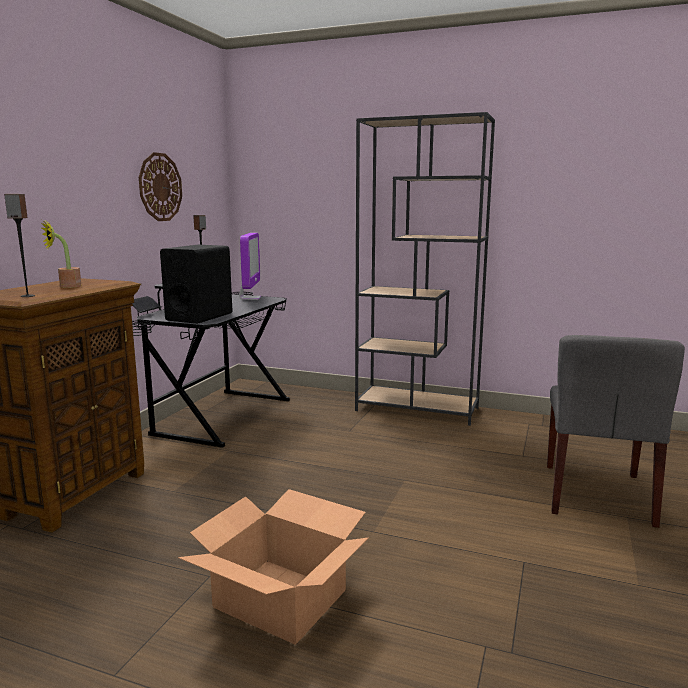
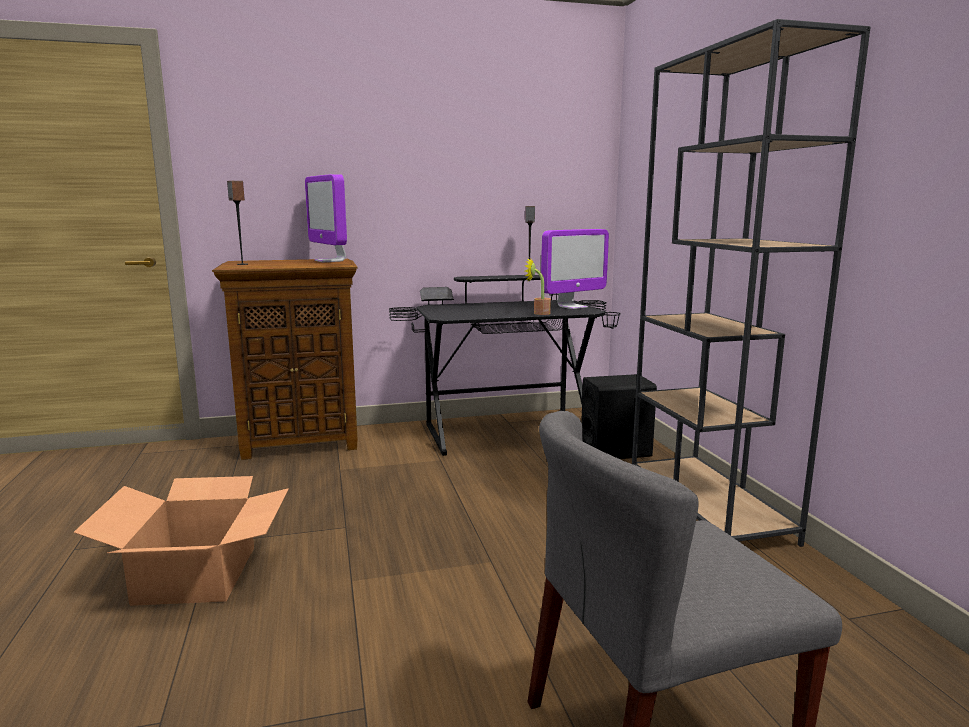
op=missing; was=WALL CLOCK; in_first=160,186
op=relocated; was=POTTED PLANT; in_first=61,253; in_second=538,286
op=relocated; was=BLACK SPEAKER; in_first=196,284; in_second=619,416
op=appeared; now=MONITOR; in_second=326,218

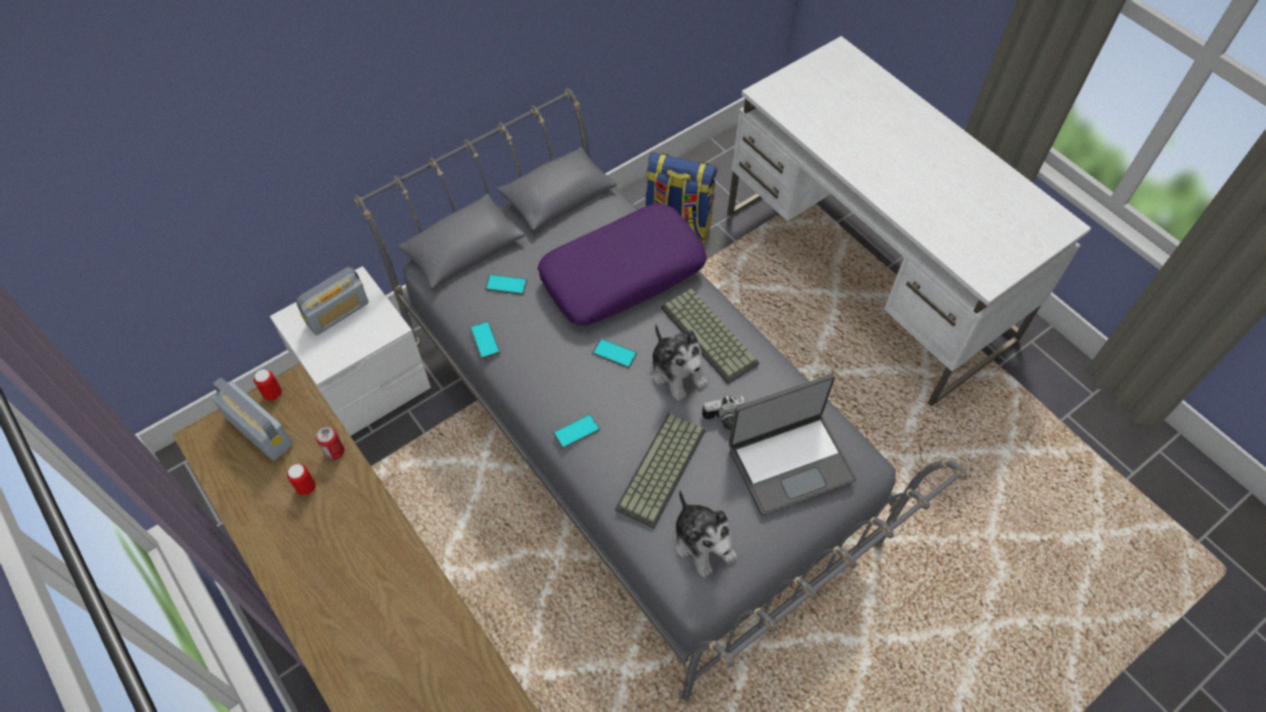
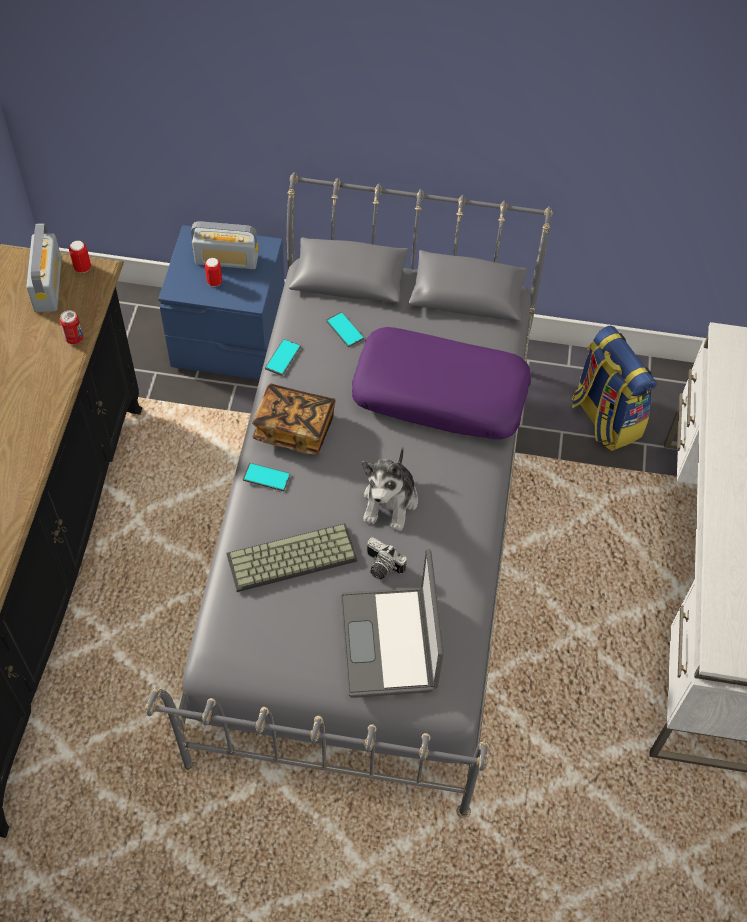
op=colour; was=WHITE NIGHTSTAND; now=BLUE NIGHTSTAND; in_first=350,351; in_second=221,302
op=missing; was=KEYBOARD; in_first=710,336
op=missing; was=PHONE; in_first=614,353
op=spun; was=LAPTOP; in_first=793,444; in_second=392,623; clockwise=60
op=relocated; was=CAN; in_first=301,480; in_second=213,272
op=missing; was=PLUSH TOY; in_first=705,534
op=appeared; now=BOOK; in_second=294,419

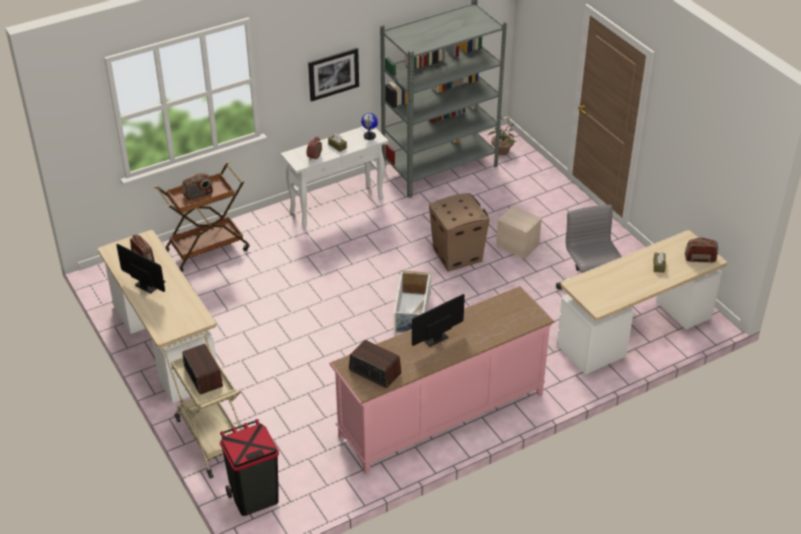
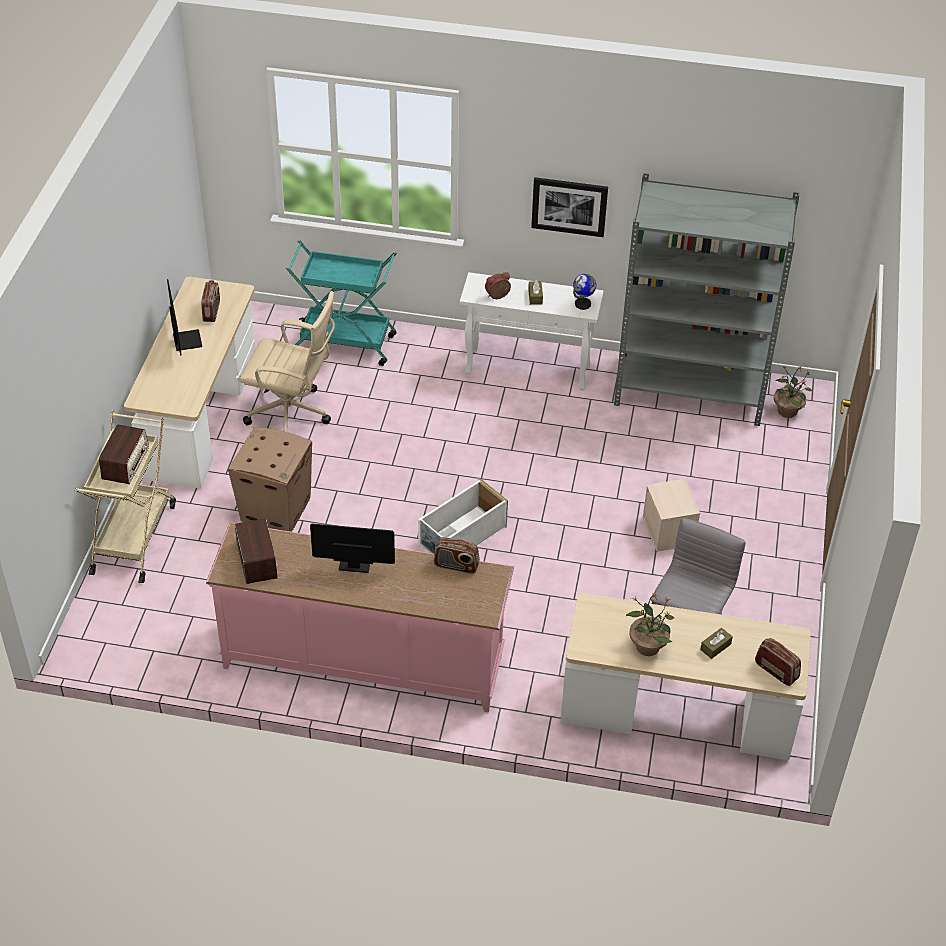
op=colour; was=BROWN CART; now=TURQUOISE CART; in_first=202,217; in_second=341,303
op=relocated; was=RADIO; in_first=198,186; in_second=457,555
op=relocated; was=CARDBOARD BOX; in_first=459,232; in_second=270,479
op=missing; was=BLACK TRASH CAN; in_first=249,467
op=appeared; now=BEIGE OFFICE CHAIR; in_second=287,361
op=appeared; now=POTTED PLANT; in_second=650,624

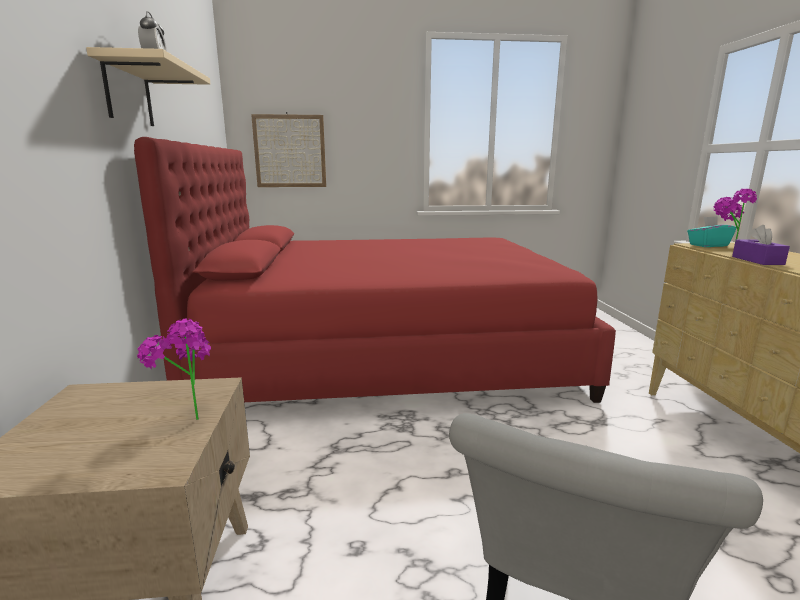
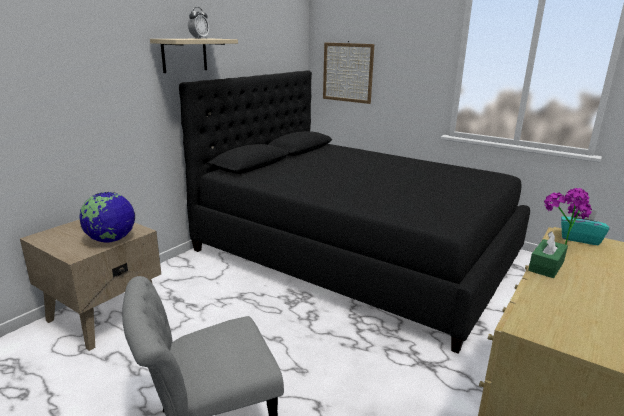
op=colour; was=RED BED; now=BLACK BED; in_first=375,270; in_second=354,212
op=colour; was=PURPLE TISSUE BOX; now=GREEN TISSUE BOX; in_first=761,245; in_second=548,254
op=exchanged; was=POTTED PLANT; now=GLOBE; in_first=174,369; in_second=107,217

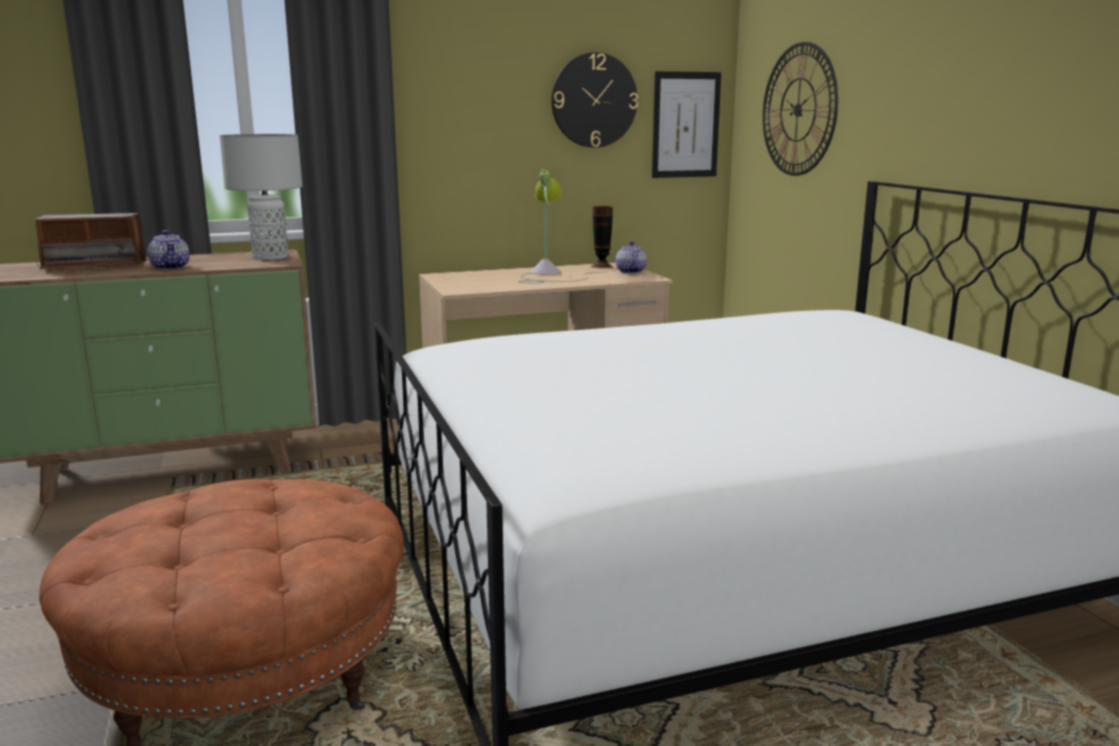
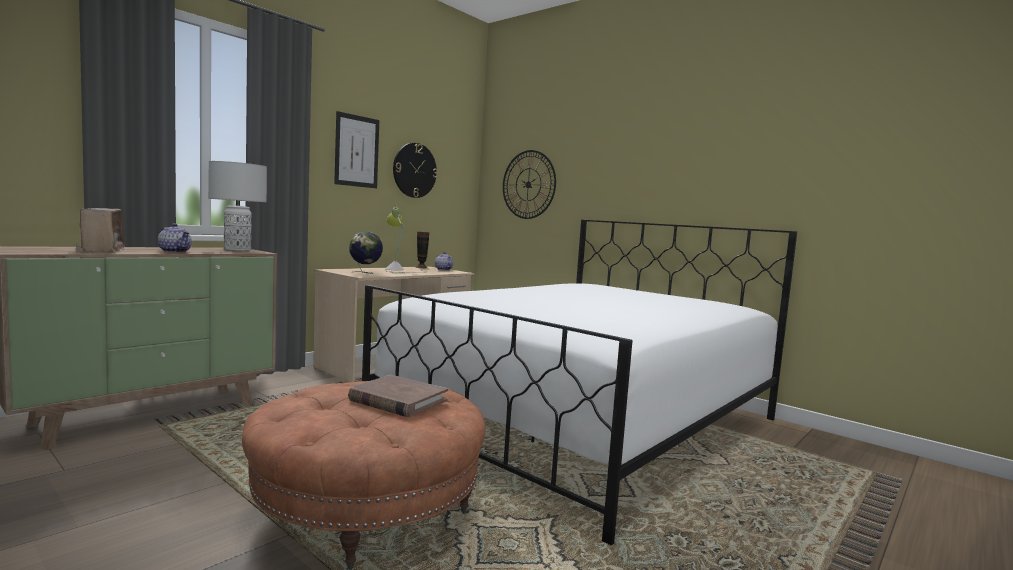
op=relocated; was=PICTURE; in_first=686,124; in_second=356,149
op=spun; was=RADIO; in_first=91,241; in_second=101,230; clockwise=-75
op=appeared; now=GLOBE; in_second=366,253
op=appeared; now=BROWN BOOK; in_second=398,396

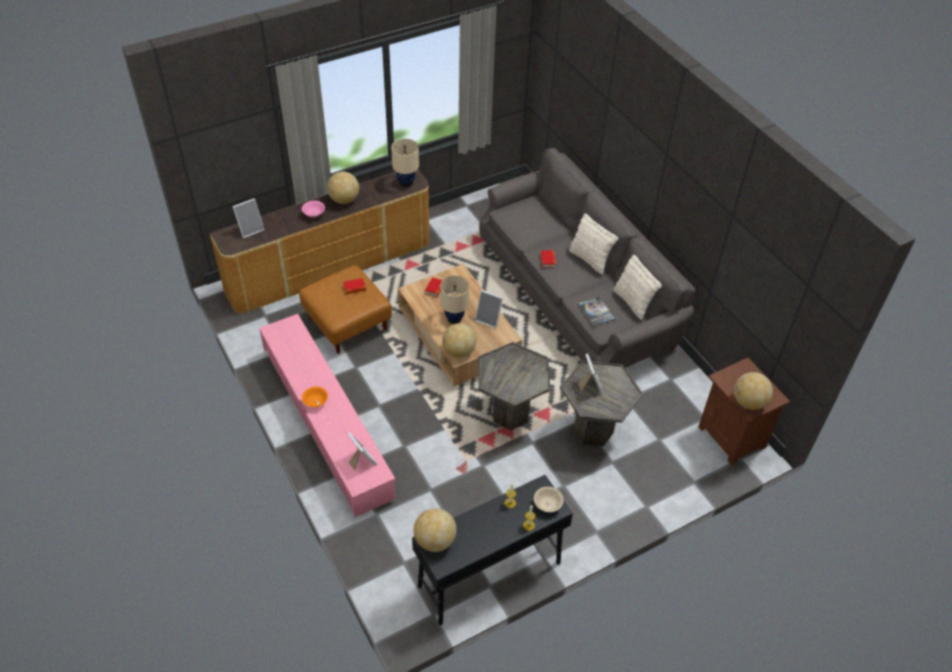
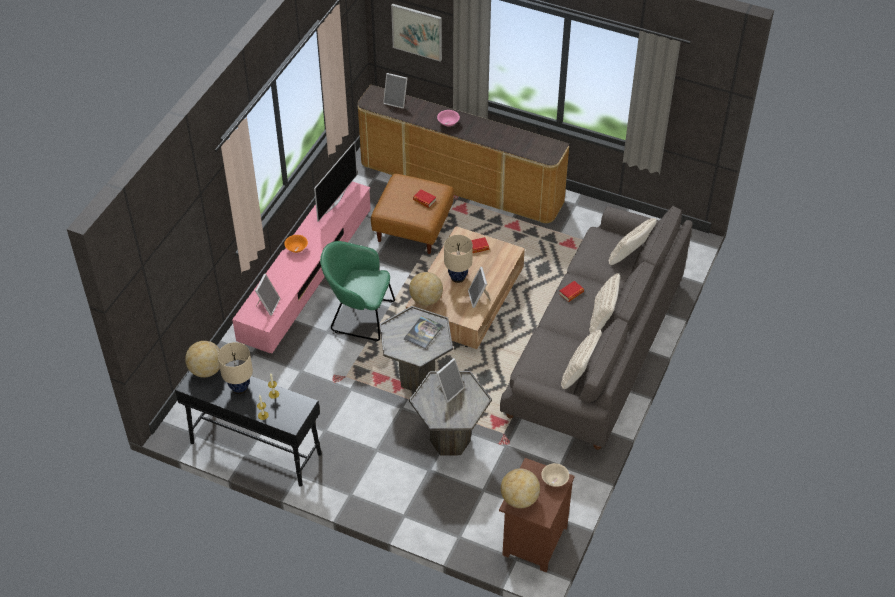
op=relocated; was=BEIGE TABLE LAMP; in_first=405,163; in_second=235,368
op=missing; was=GLOBE; in_first=343,188
op=relocated; was=BOOK; in_first=596,311; in_second=423,332
op=relocated; was=BEIGE BOWL; in_first=548,499; in_second=555,475
op=appeared; now=PICTURE; in_second=416,33
op=appeared; now=TELEVISION; in_second=335,181
op=appeared; now=BEIGE PILLOW; in_second=632,241
op=appeared; now=GREEN ARMCHAIR; in_second=357,291

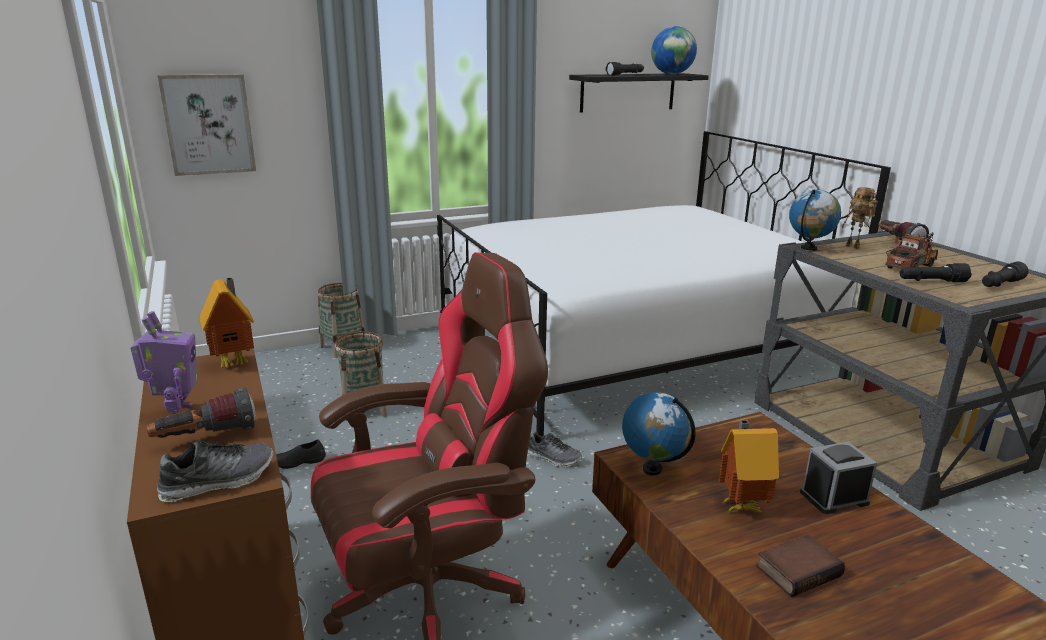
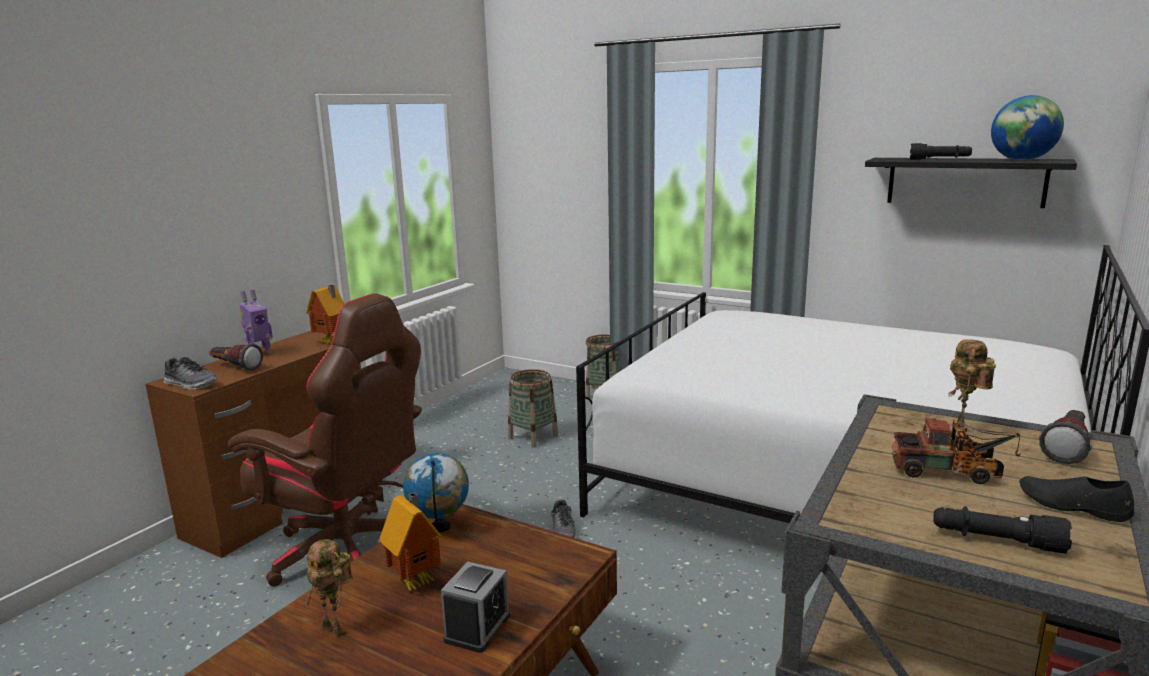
op=missing; was=PICTURE; in_first=206,125
op=missing; was=GLOBE; in_first=815,220
op=missing; was=BLACK FLASHLIGHT; in_first=936,272
op=relocated; was=BLACK SHOE; in_first=301,454; in_second=1076,499
op=spun; was=ALARM CLOCK; in_first=838,478; in_second=475,607; clockwise=75
op=exchanged; was=BOOK; now=TOY ROBOT; in_first=800,565; in_second=328,588

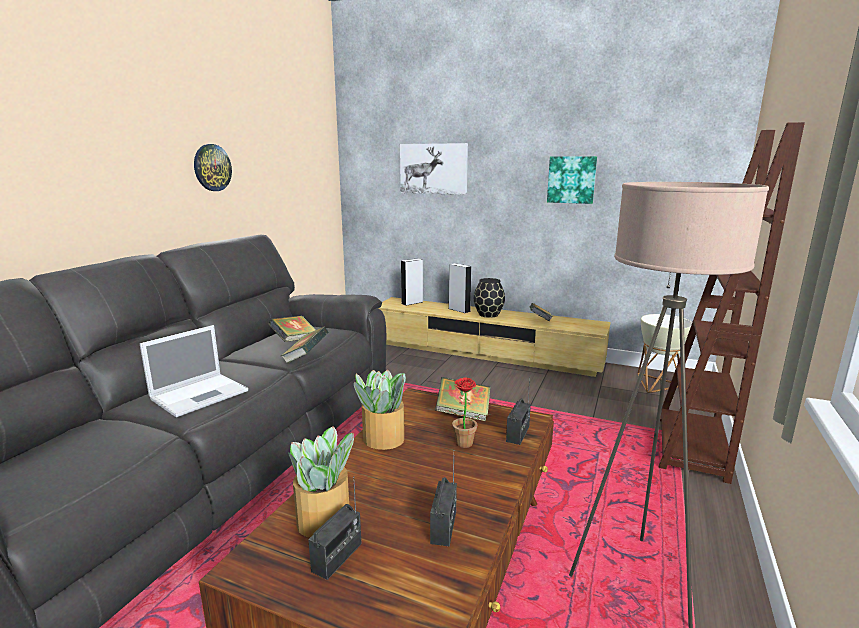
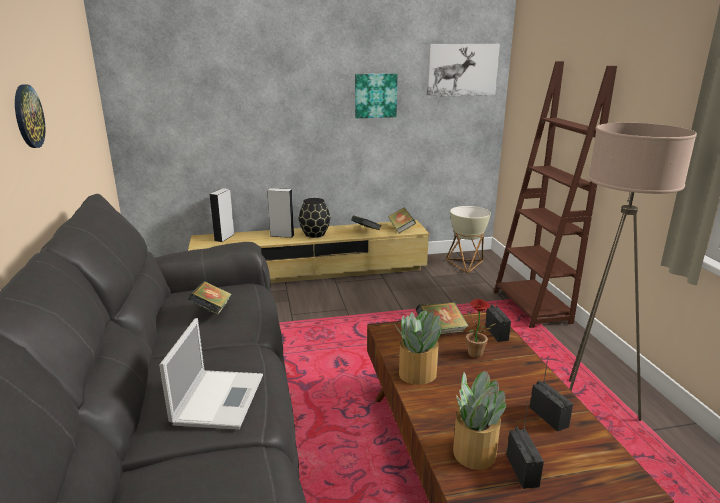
op=relocated; was=PICTURE; in_first=434,169; in_second=463,70
op=relocated; was=BOOK; in_first=305,345; in_second=402,220

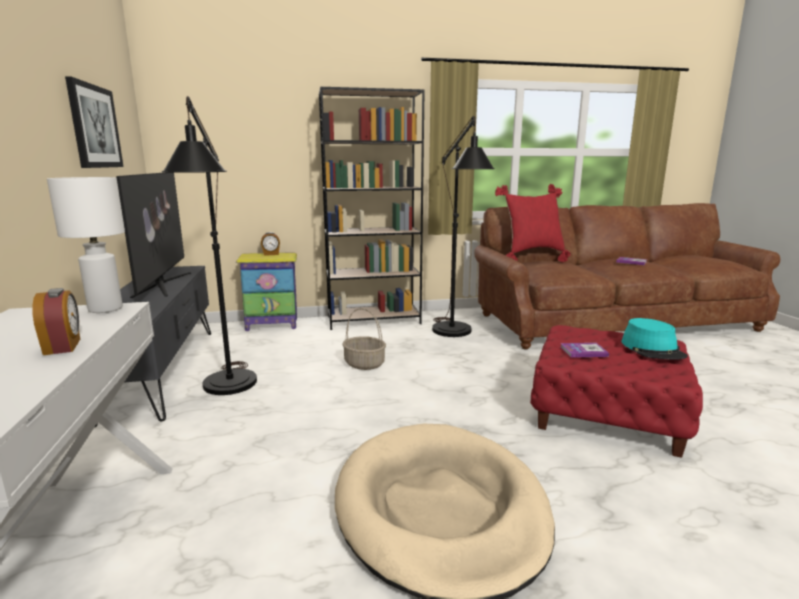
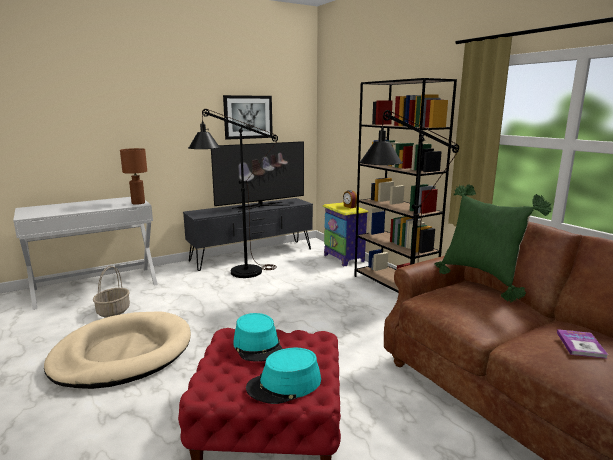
op=colour; was=WHITE TABLE LAMP; now=BROWN TABLE LAMP; in_first=86,245; in_second=133,176
op=colour; was=RED PILLOW; now=GREEN PILLOW; in_first=533,223; in_second=493,243
op=missing; was=ALARM CLOCK; in_first=56,321
op=relocated; was=BASKET; in_first=364,339; in_second=111,291
op=exchanged; was=BOOK; now=TURQUOISE HAT; in_first=585,350; in_second=258,337

